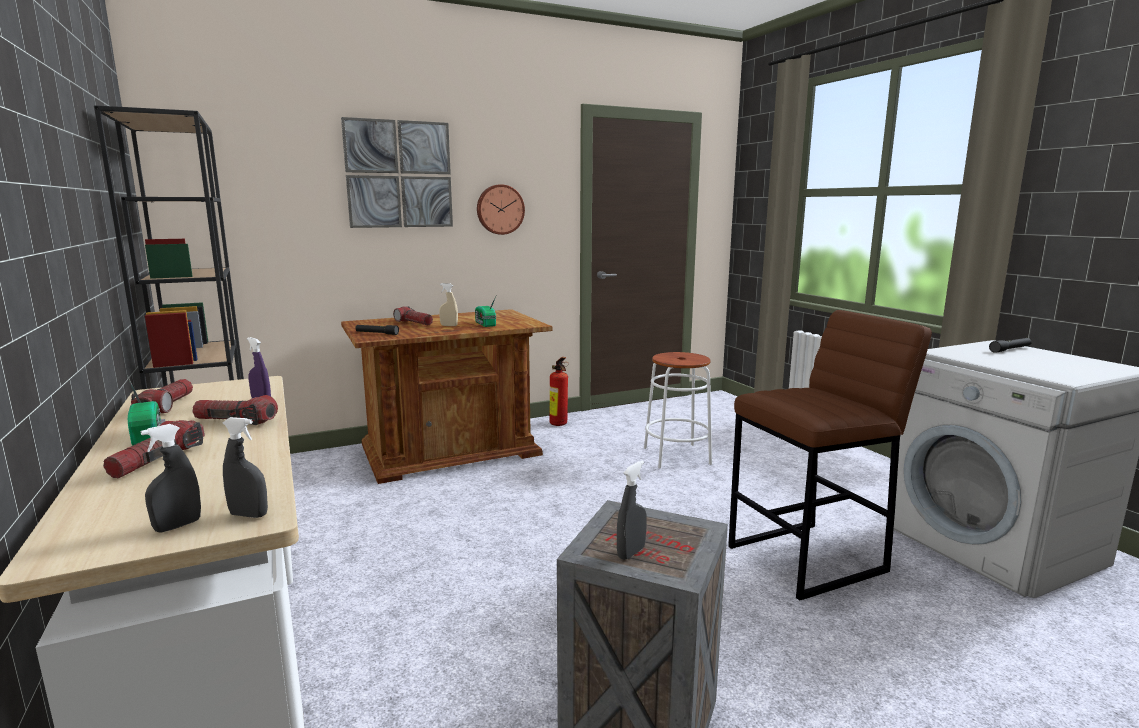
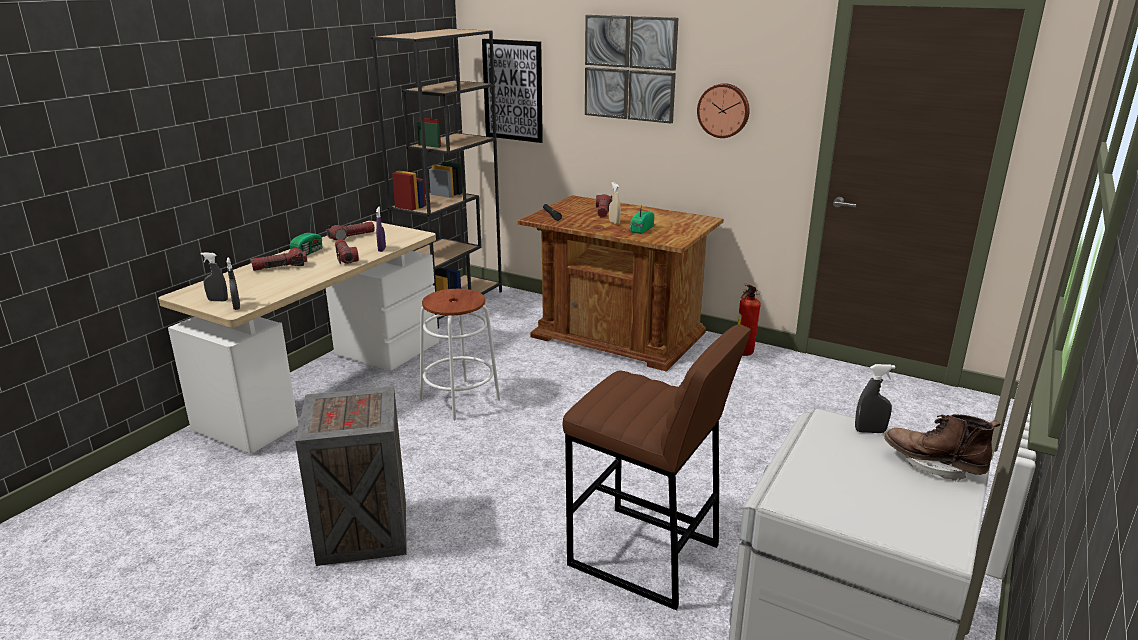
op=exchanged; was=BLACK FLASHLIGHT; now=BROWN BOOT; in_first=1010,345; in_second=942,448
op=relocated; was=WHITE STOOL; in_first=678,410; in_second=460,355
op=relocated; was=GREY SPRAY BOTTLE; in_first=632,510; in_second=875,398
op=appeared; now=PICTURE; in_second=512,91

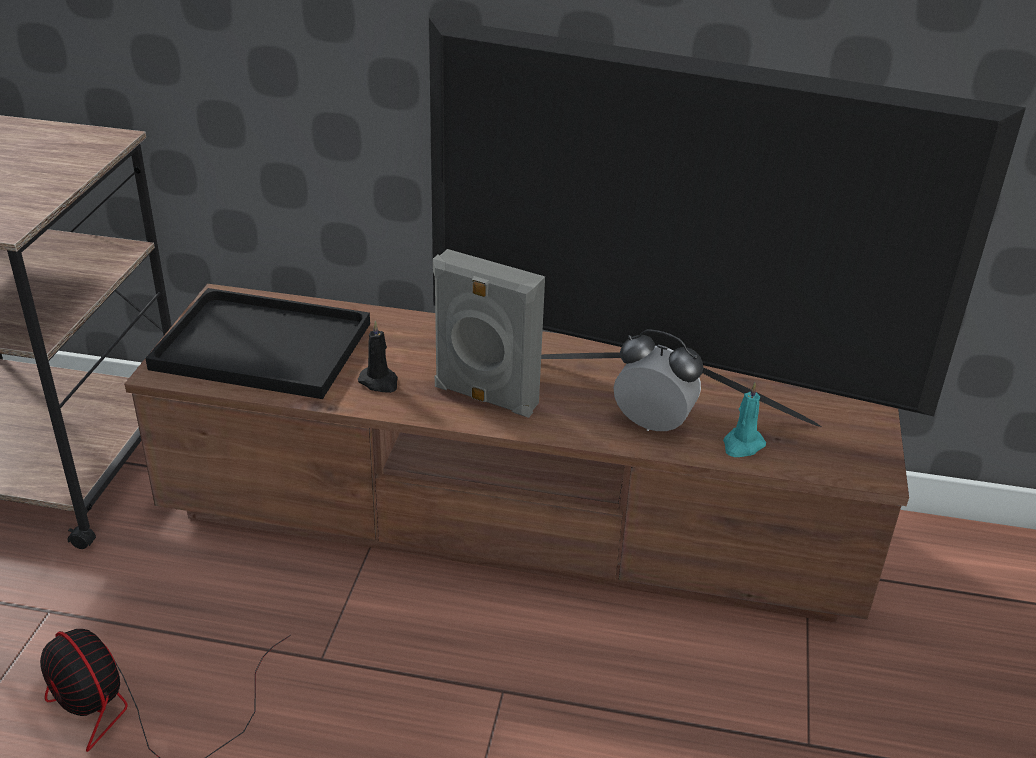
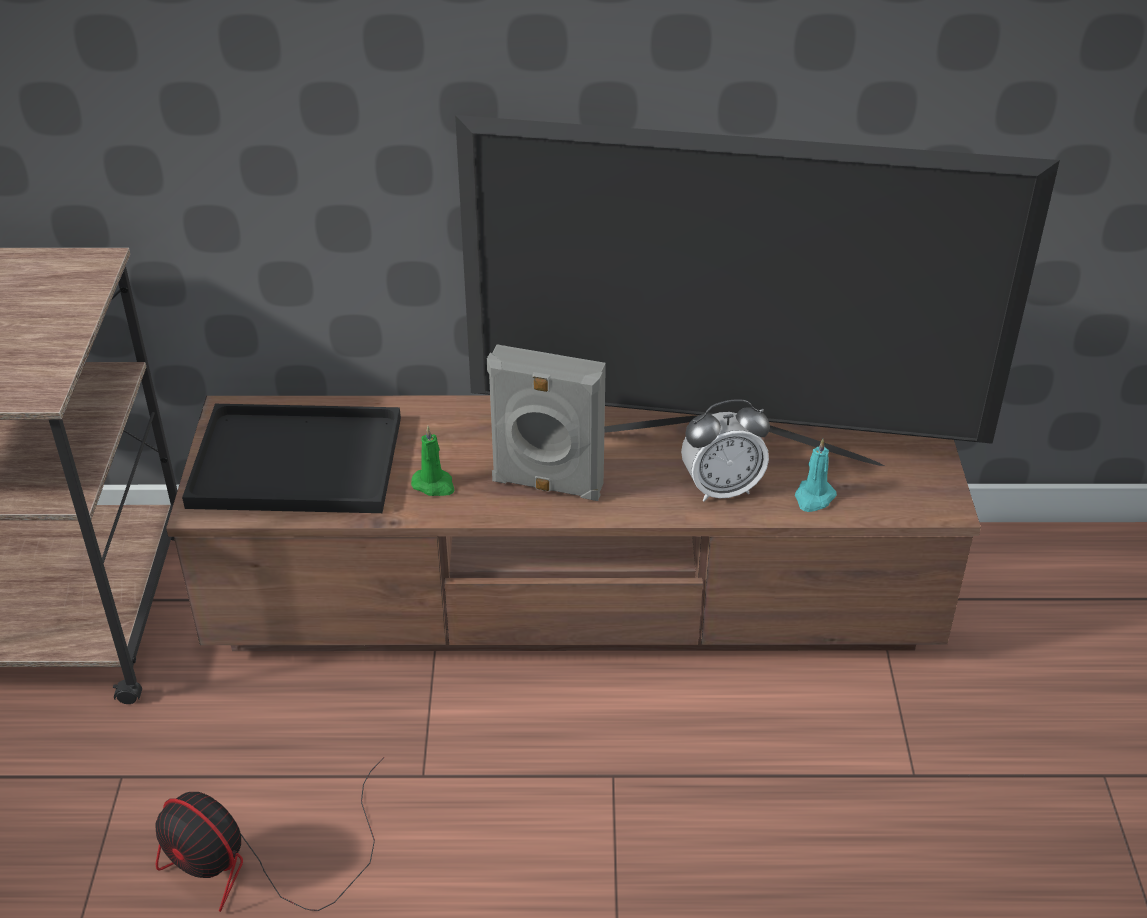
op=colour; was=BLACK CANDLE; now=GREEN CANDLE; in_first=378,356; in_second=433,461
op=spun; was=ALARM CLOCK; in_first=658,380; in_second=725,451; clockwise=150

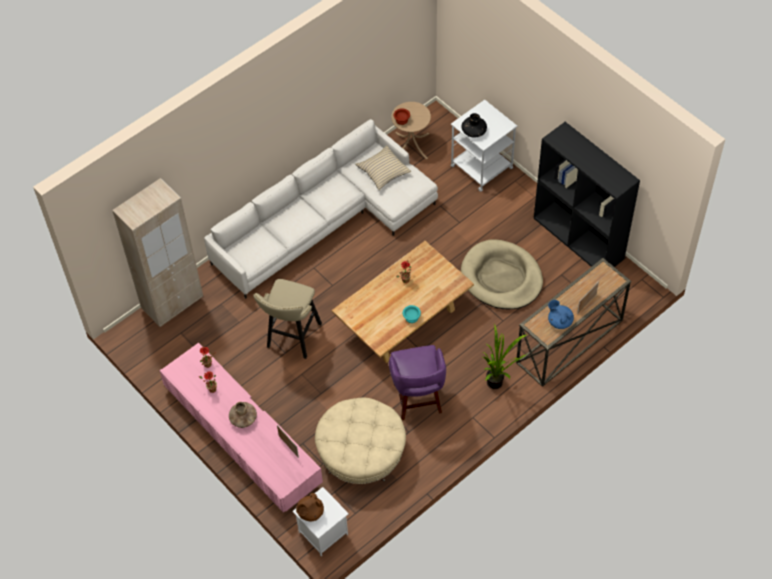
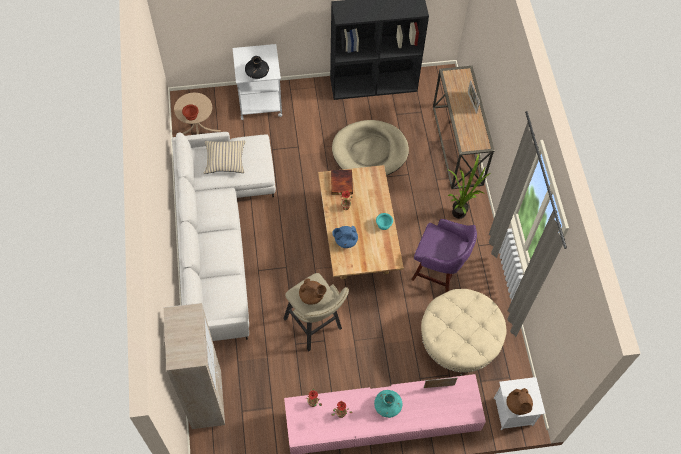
op=relocated; was=BLUE TEAPOT; in_first=561,314; in_second=345,237
op=colour; was=BROWN VASE; now=TURQUOISE VASE; in_first=243,415; in_second=388,404
op=appeared; now=BOOK; in_second=342,182
op=appeared; now=BROWN TEAPOT; in_second=313,292

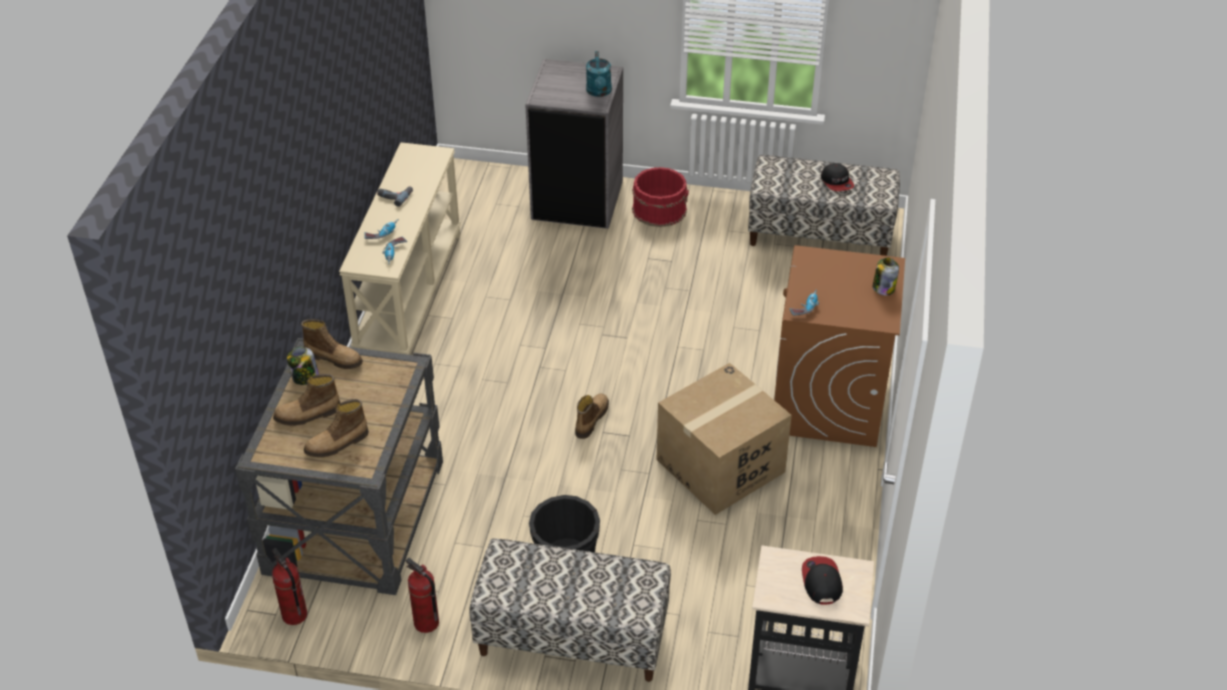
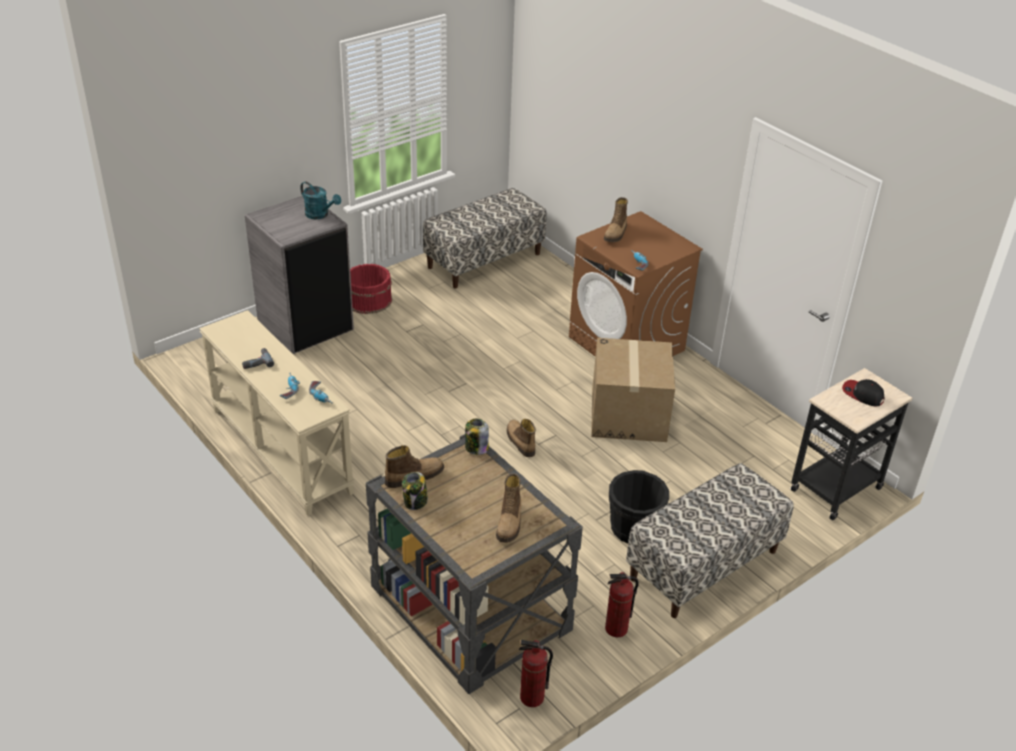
op=missing; was=CAP; in_first=837,177
op=relocated; was=JAR; in_first=886,277; in_second=477,437
op=relocated; was=BOOT; in_first=306,400; in_second=616,219

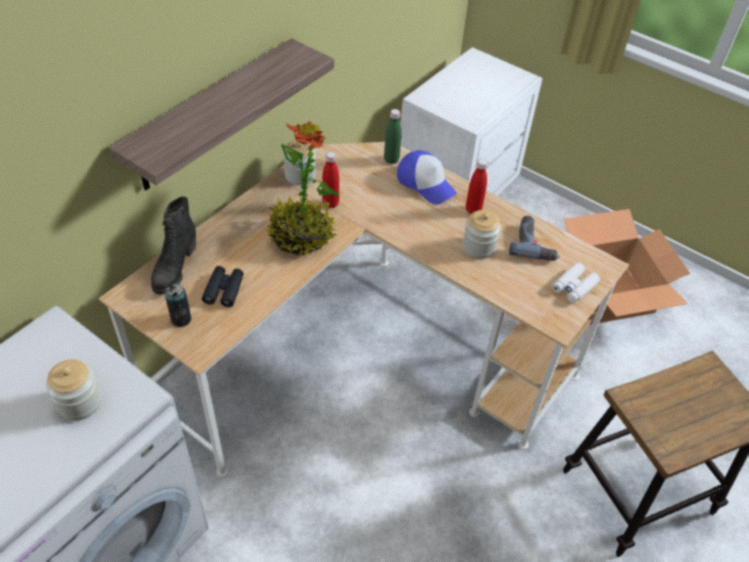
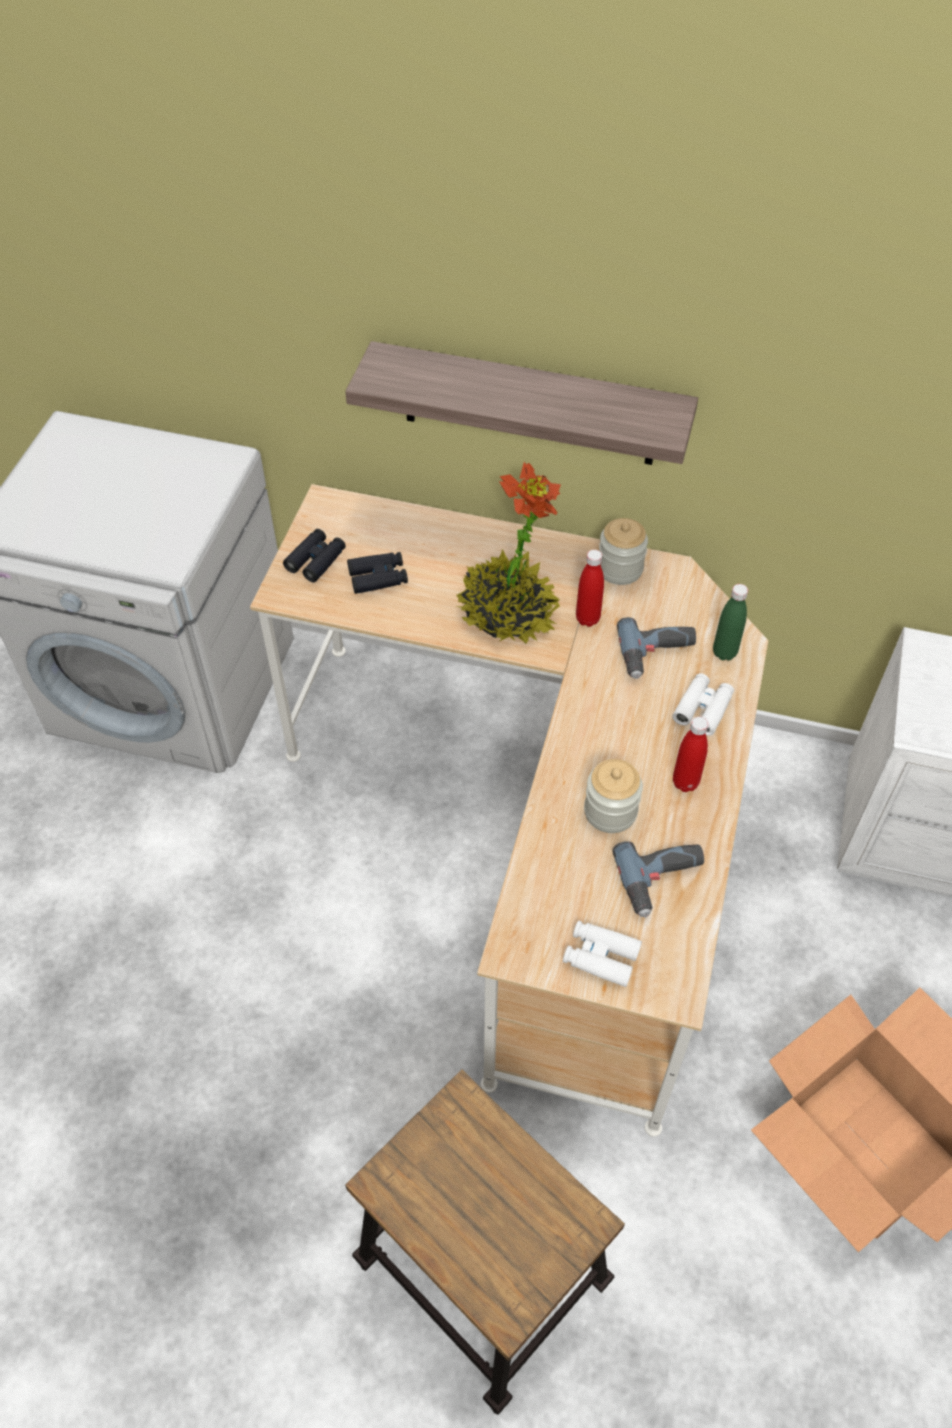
op=exchanged; was=CAP; now=WHITE BINOCULARS; in_first=427,177; in_second=703,704
op=missing; was=BLACK BOOT; in_first=173,245
op=exchanged; was=CAN; now=BLACK BINOCULARS; in_first=178,305; in_second=314,555
op=missing; was=JAR; in_first=74,390
op=appeared; now=POWER DRILL; in_second=656,648

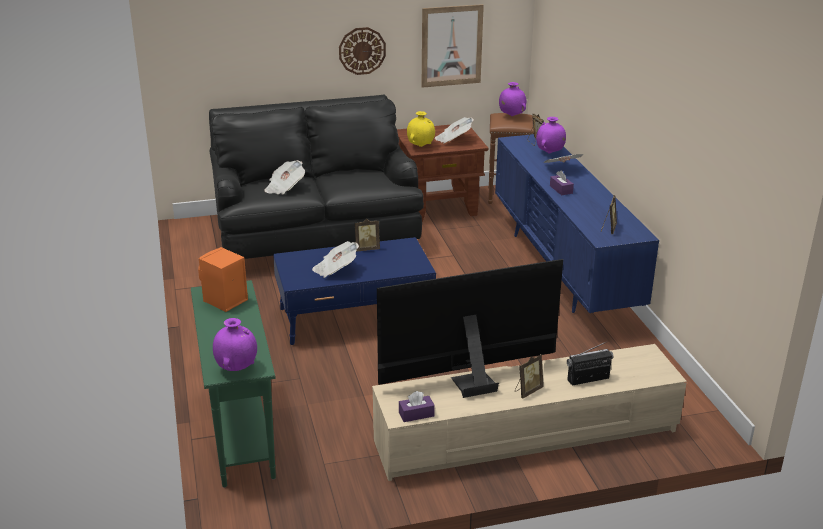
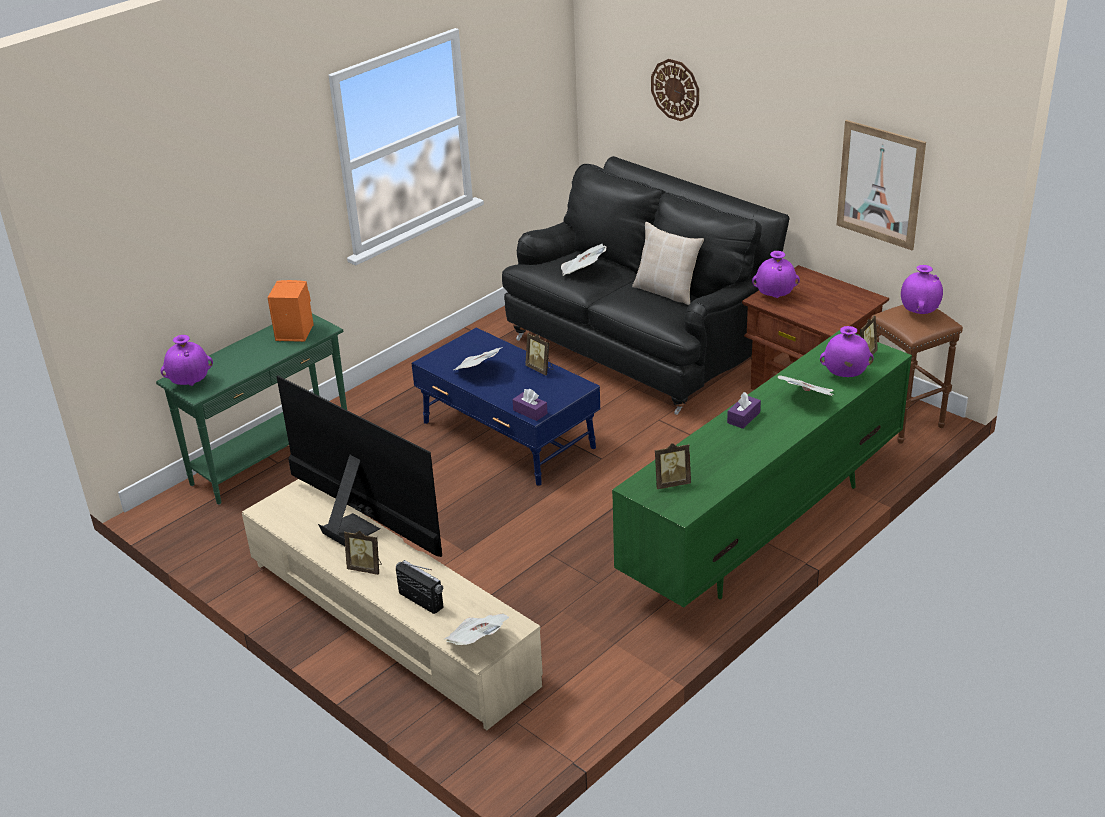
op=relocated; was=WALL CLOCK; in_first=362,51; in_second=675,90
op=colour; was=YELLOW VASE; now=PURPLE VASE; in_first=421,129; in_second=776,274
op=relocated; was=NEWSPAPER; in_first=454,130; in_second=476,629
op=colour; was=BLUE CABINET; now=GREEN CABINET; in_first=577,223; in_second=762,468
op=relocated; was=PURPLE TISSUE BOX; in_first=417,406; in_second=530,405
op=appeared; now=BEIGE PILLOW; in_second=668,263

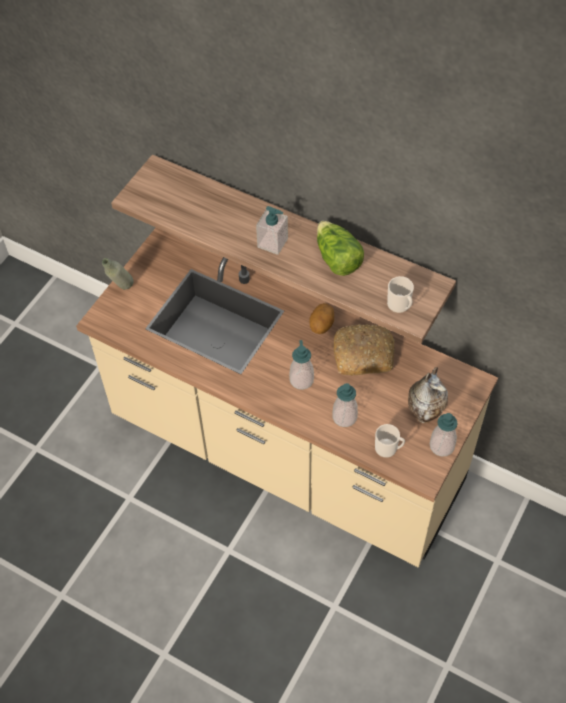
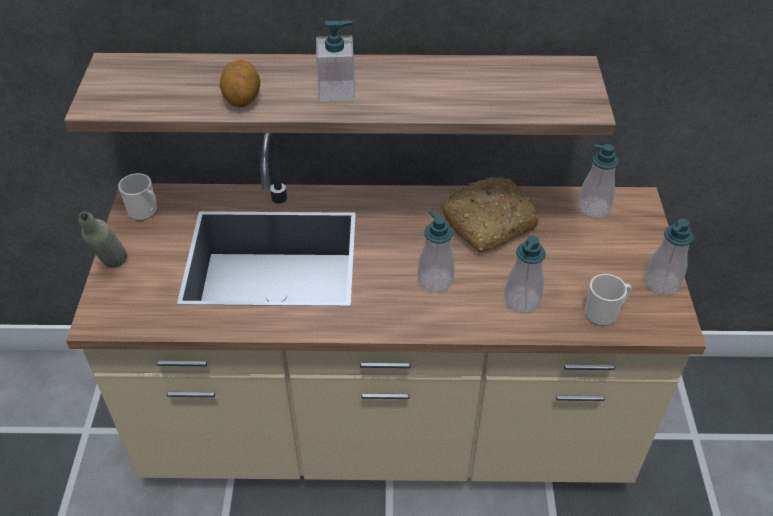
op=missing; was=LETTUCE; in_first=340,248
op=relocated; was=MUG; in_first=400,294; in_second=137,197
op=relocated; was=POTATO; in_first=321,318; in_second=240,83
op=missing; was=VASE; in_first=428,395
op=appeared; now=SOAP DISPENSER; in_second=598,181

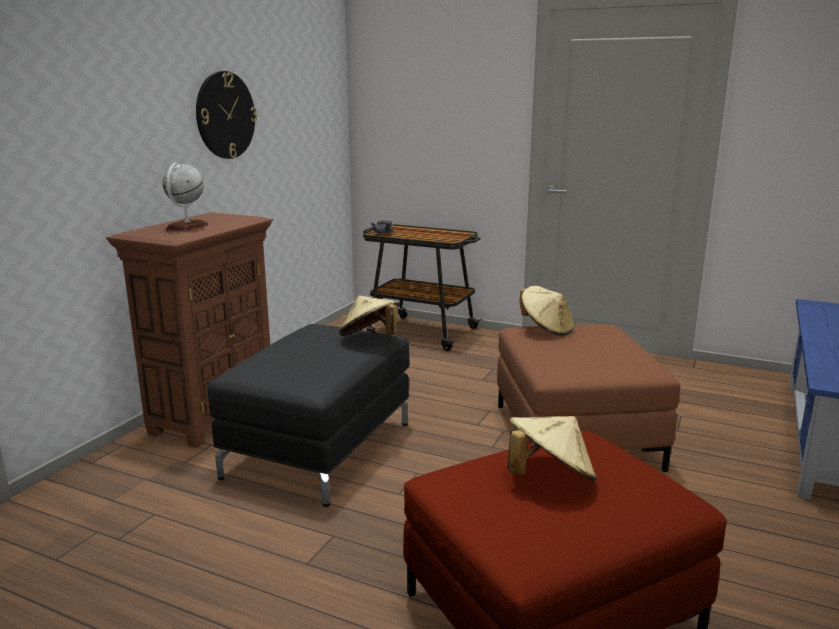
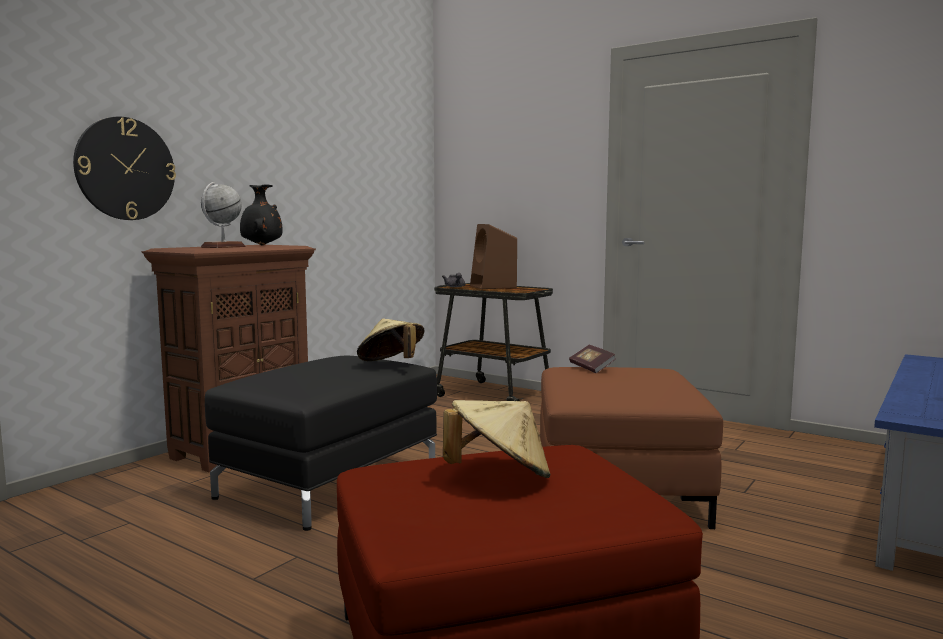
op=relocated; was=WALL CLOCK; in_first=226,115; in_second=124,168
op=exchanged; was=BEIGE HAT; now=BOOK; in_first=547,310; in_second=592,359
op=appeared; now=BLACK VASE; in_second=261,214
op=appeared; now=BROWN SPEAKER; in_second=493,256

